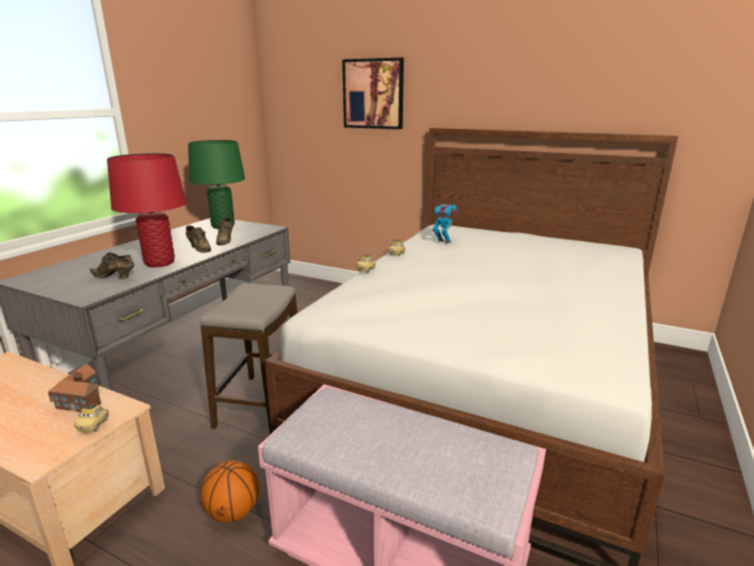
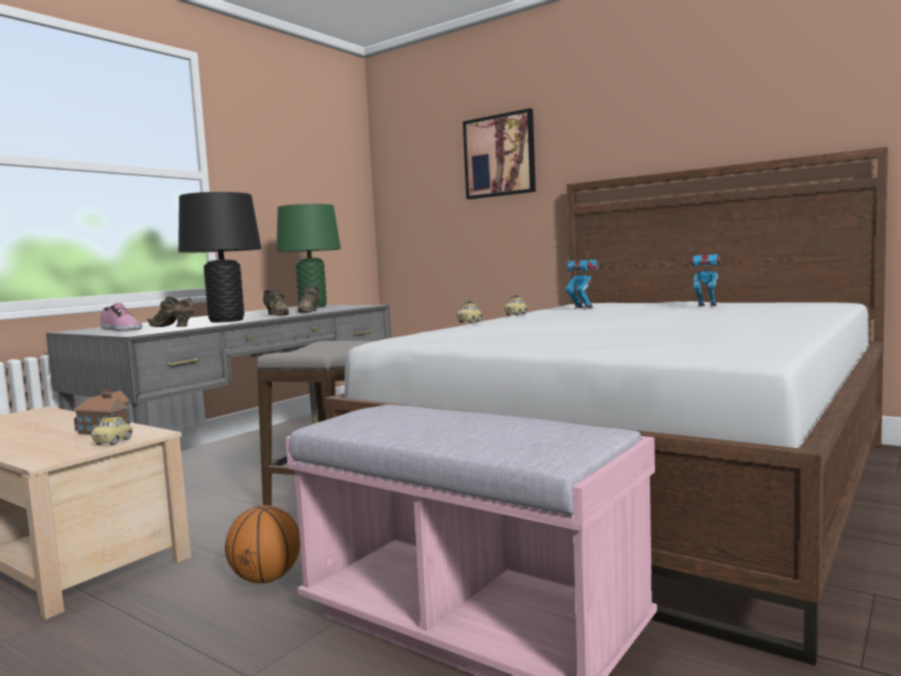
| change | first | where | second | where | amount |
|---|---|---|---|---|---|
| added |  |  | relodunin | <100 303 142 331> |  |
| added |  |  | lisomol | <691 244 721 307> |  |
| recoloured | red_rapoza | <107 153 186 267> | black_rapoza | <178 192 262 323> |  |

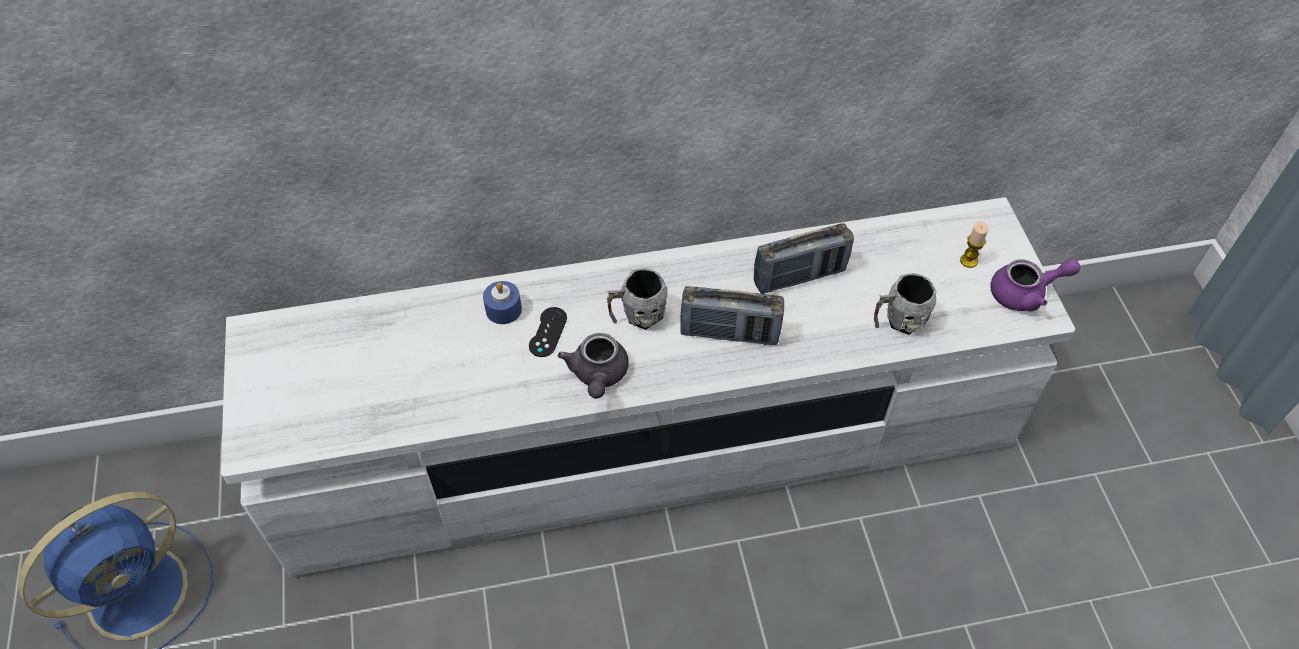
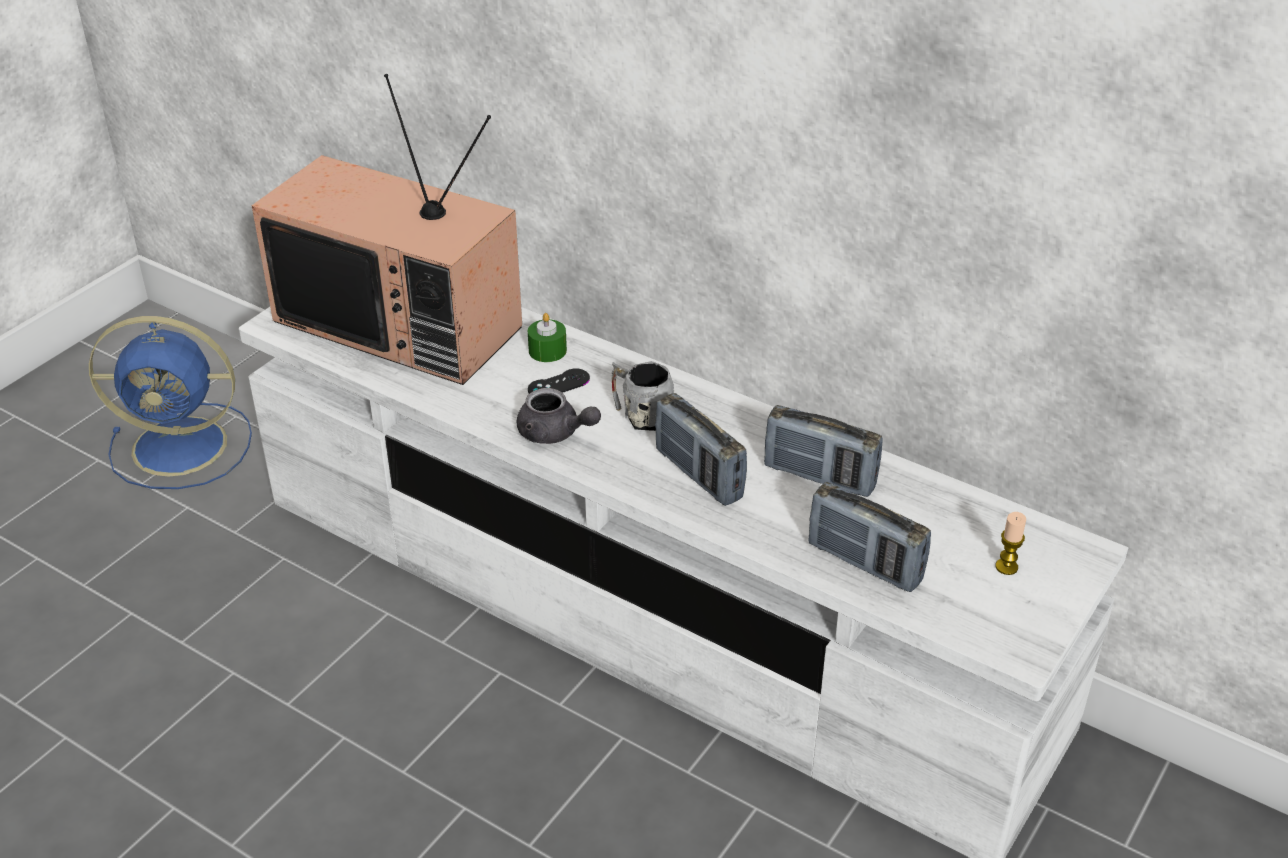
| change | first | where | second | where | amount |
|---|---|---|---|---|---|
| removed | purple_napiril | <990 258 1080 311> |  |  |  |
| added |  |  | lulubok | <251 74 522 385> |  |
| replaced | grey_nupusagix | <874 273 937 335> | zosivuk | <809 482 931 592> |  |
| recoloured | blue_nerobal | <483 281 522 324> | green_nerobal | <528 313 567 362> |  |
| turned | grey_napiril | <557 333 629 399> |  | <517 388 601 444> | 105 degrees counterclockwise |

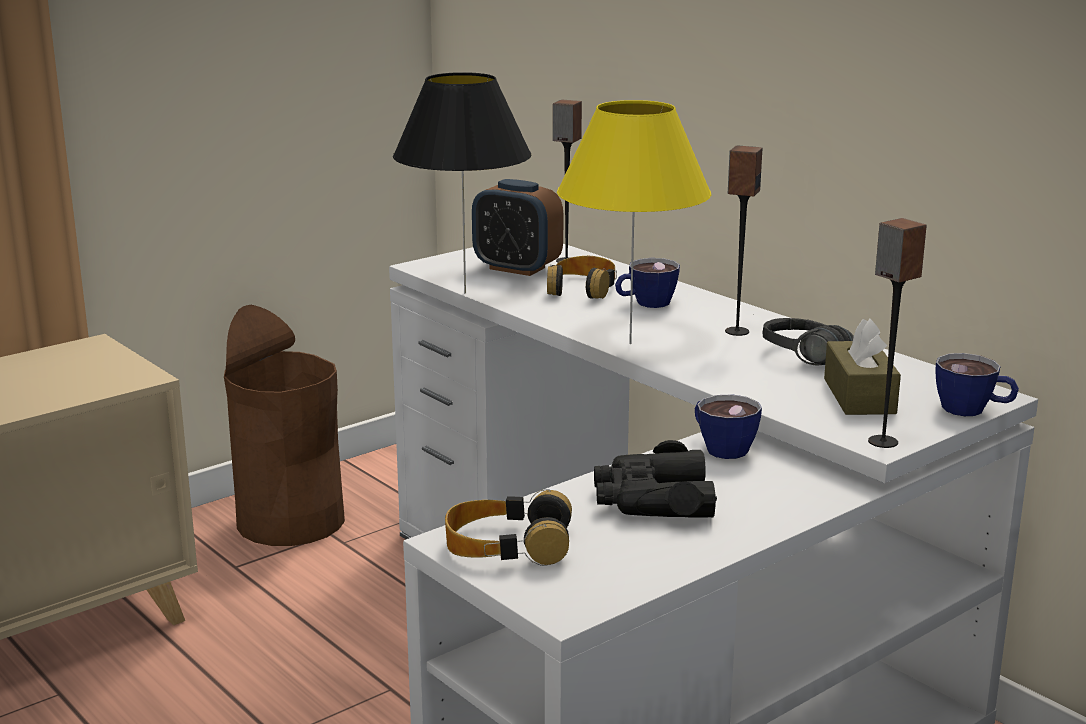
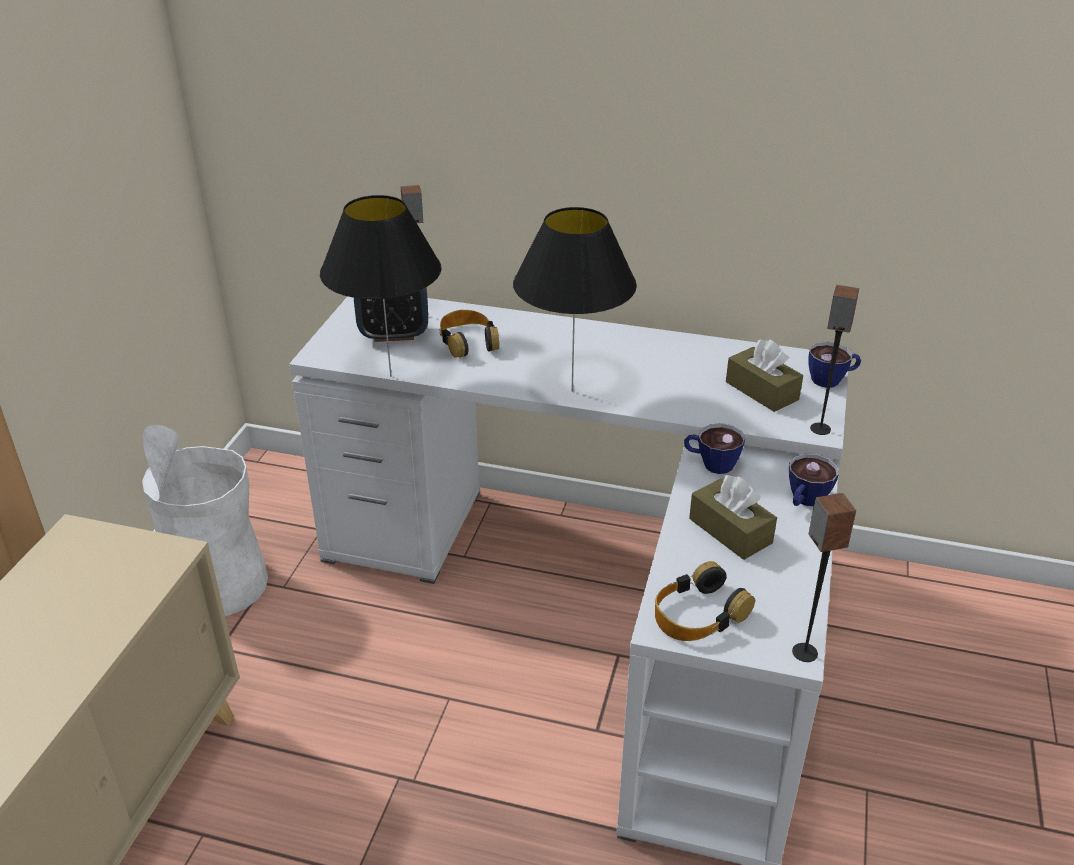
| change | first | where | second | where | amount |
|---|---|---|---|---|---|
| removed | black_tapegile | <763 318 854 365> |  |  |  |
| moved | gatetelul | <615 258 680 308> |  | <789 454 839 506> |  |
| moved | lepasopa | <725 145 762 336> |  | <792 493 856 662> |  |
| replaced | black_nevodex | <594 440 717 518> | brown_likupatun | <689 475 777 560> |  |
| recoloured | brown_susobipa | <224 305 345 546> | white_susobipa | <142 425 268 616> |  |
| recoloured | yellow_rapoza | <557 100 711 344> | black_rapoza | <513 207 637 392> |  |

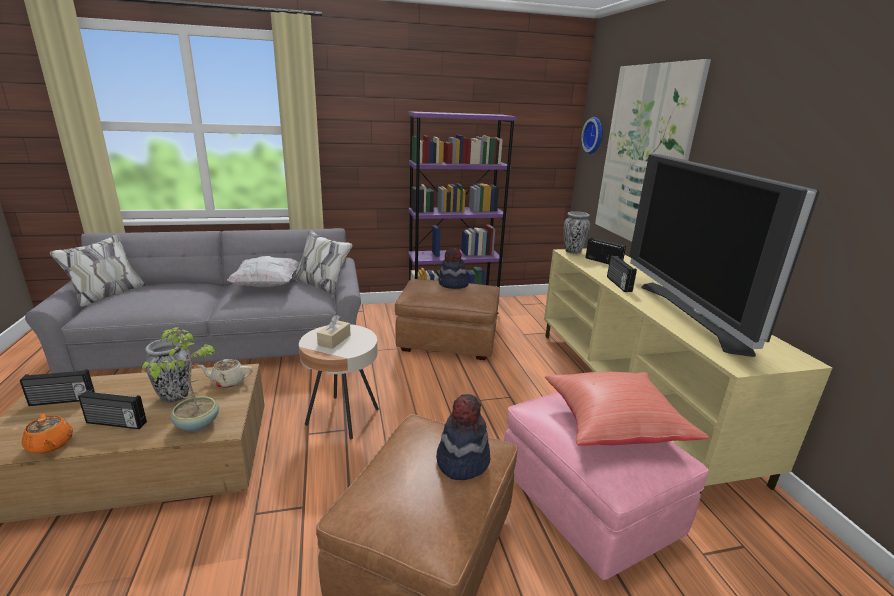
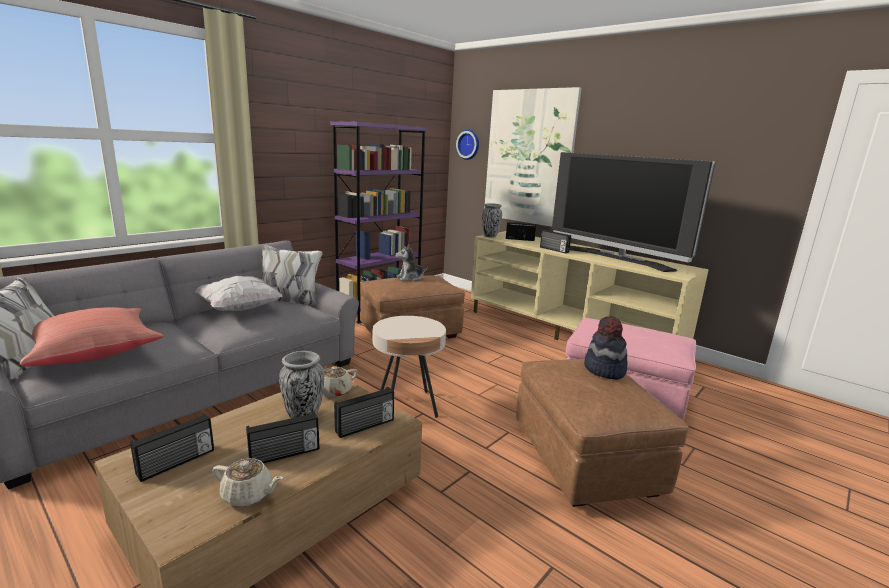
| change | first | where | second | where | amount |
|---|---|---|---|---|---|
| removed | beige_likupatun | <317 315 350 349> |  |  |  |
| moved | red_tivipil | <545 372 709 446> |  | <20 307 164 367> |  |
| replaced | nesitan | <141 327 219 432> | zosivuk | <334 387 394 438> |  |
| replaced | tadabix | <438 247 469 289> | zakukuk | <395 244 428 281> |  |
| recoloured | orange_napiril | <22 413 73 454> | beige_napiril | <213 458 283 507> |  |

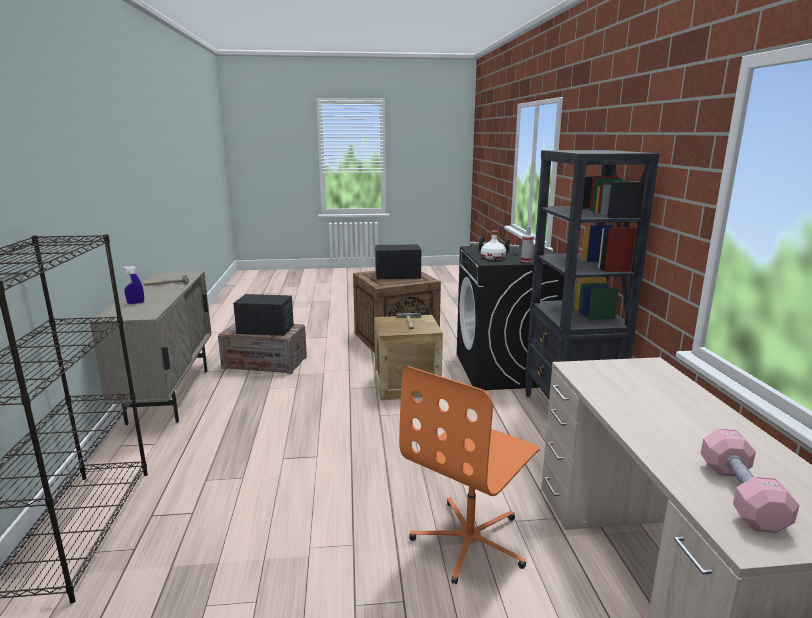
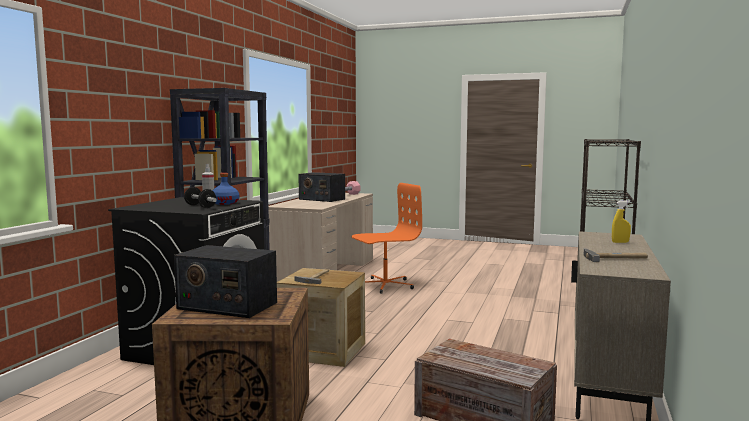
| change | first | where | second | where | amount |
|---|---|---|---|---|---|
| moved | zosivuk | <233 294 294 336> |  | <298 172 345 202> |  |
| recoloured | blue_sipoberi | <123 266 144 304> | yellow_sipoberi | <612 200 631 243> |  |
| recoloured | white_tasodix | <481 230 506 260> | blue_tasodix | <212 173 239 205> |  |

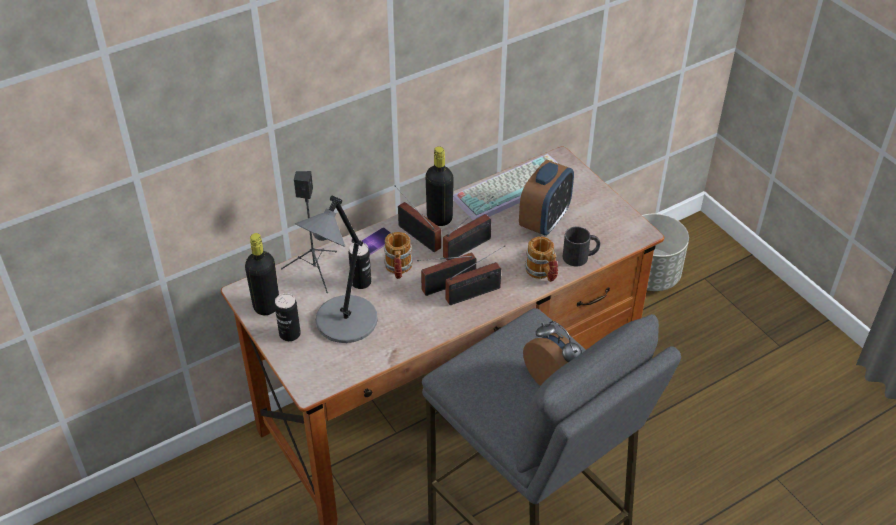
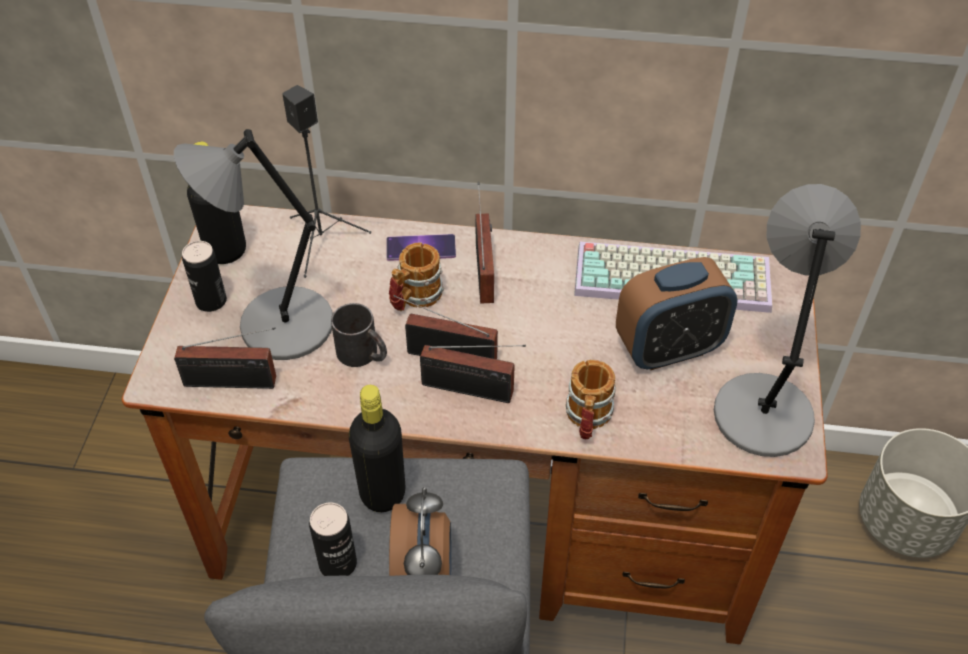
| change | first | where | second | where | amount |
|---|---|---|---|---|---|
| added |  |  | grey_rapoza | <714 184 861 457> |  |
| moved | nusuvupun | <348 243 371 289> |  | <309 502 357 576> |  |
| moved | black_tasodix | <425 147 454 226> |  | <349 385 406 512> |  |
| moved | zosivuk | <443 196 493 261> |  | <174 327 276 389> |  |
| moved | black_nupusagix | <563 227 600 266> |  | <331 303 387 367> |  |

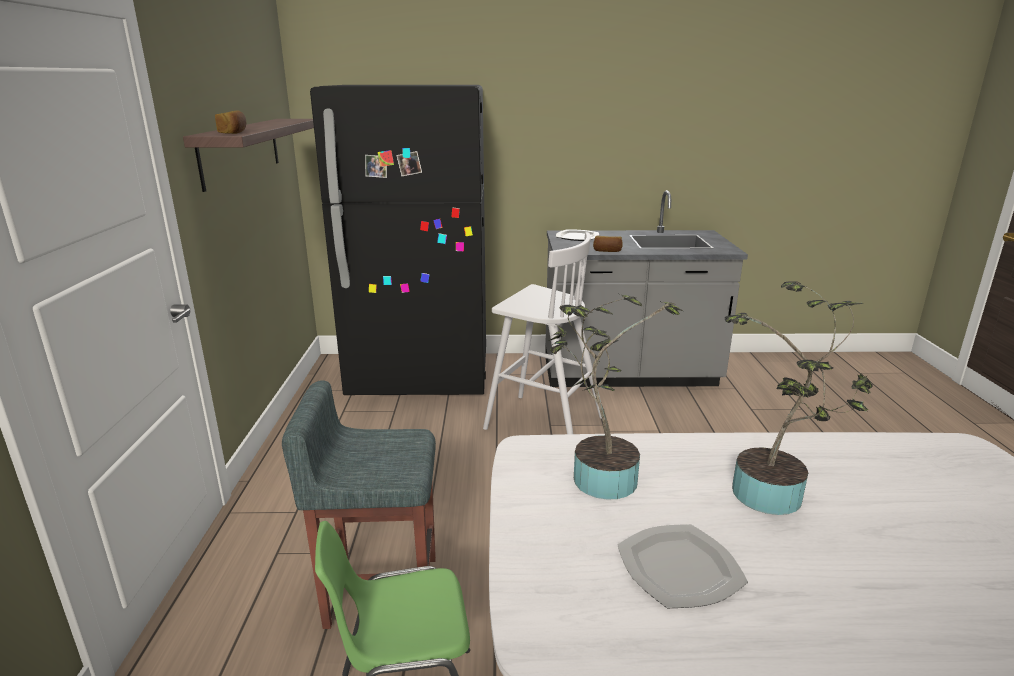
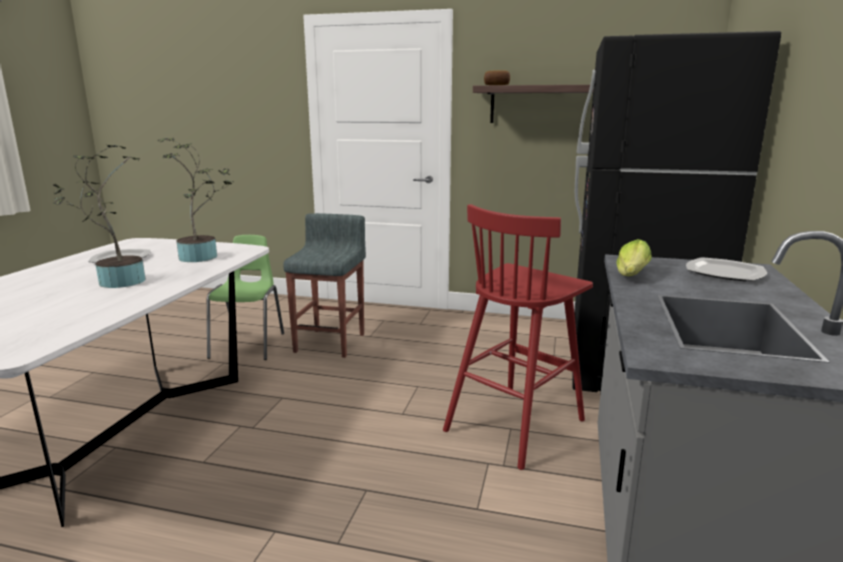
| change | first | where | second | where | amount |
|---|---|---|---|---|---|
| replaced | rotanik | <593 236 623 252> | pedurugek | <616 239 652 276> |  |
| recoloured | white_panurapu | <483 232 602 434> | red_panurapu | <443 204 593 470> |  |

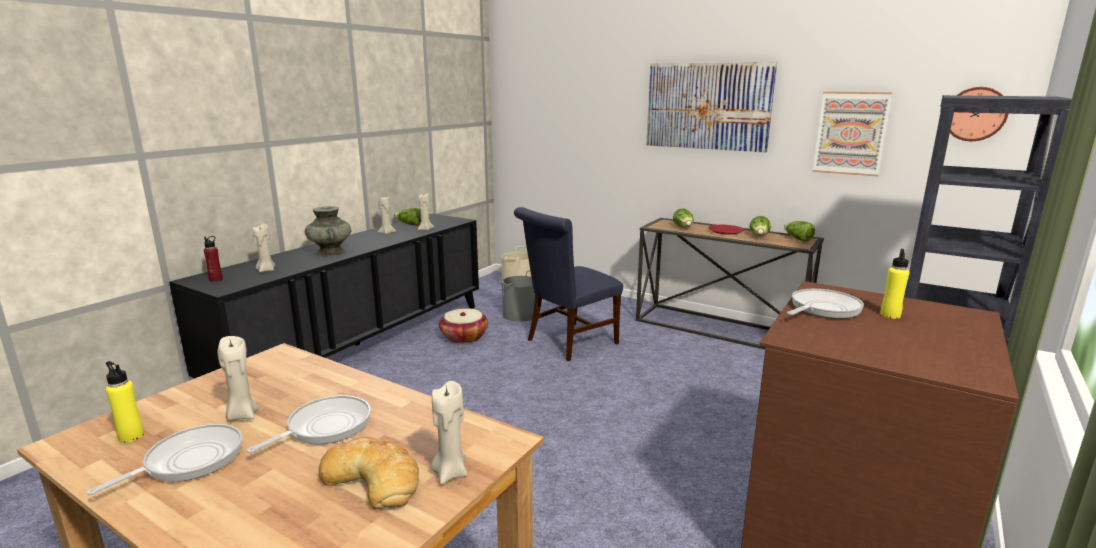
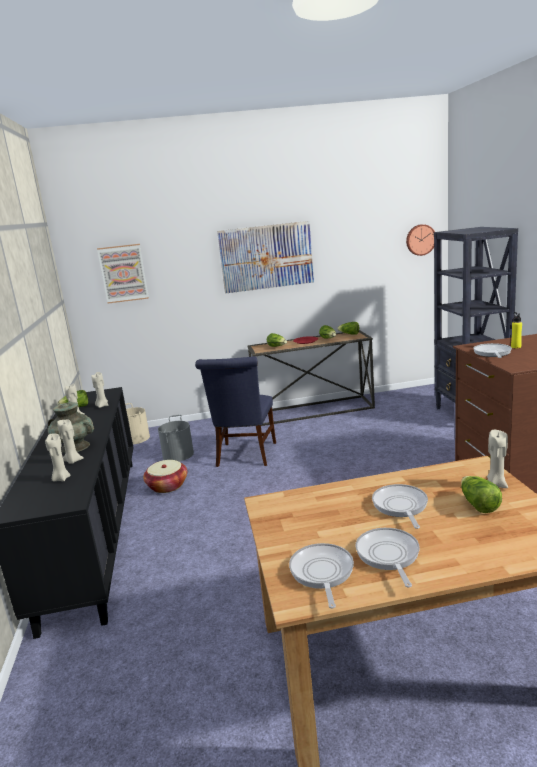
| change | first | where | second | where | amount |
|---|---|---|---|---|---|
| removed | red_tasodix | <204 236 223 282> |  |  |  |
| moved | beige_nerobal | <217 336 258 421> |  | <57 420 83 464> |  |
| moved | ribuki | <813 92 892 176> |  | <97 244 149 304> |  |
| replaced | yellow_tasodix | <106 361 144 443> | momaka | <289 543 354 609> |  |
| replaced | rotanik | <319 437 419 509> | pedurugek | <461 476 502 513> |  |

